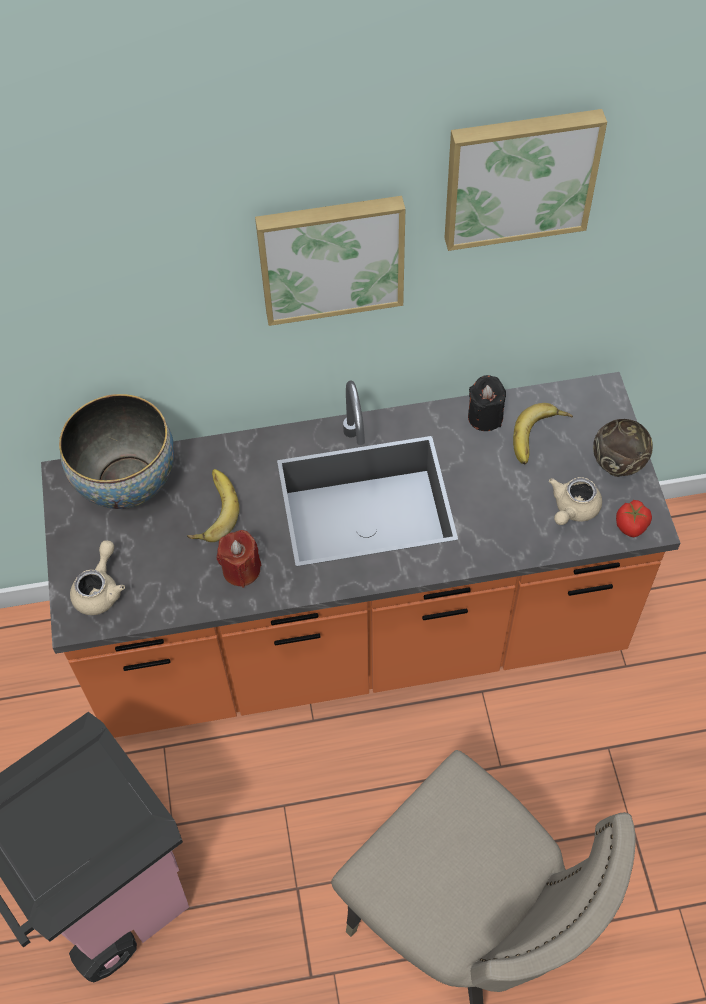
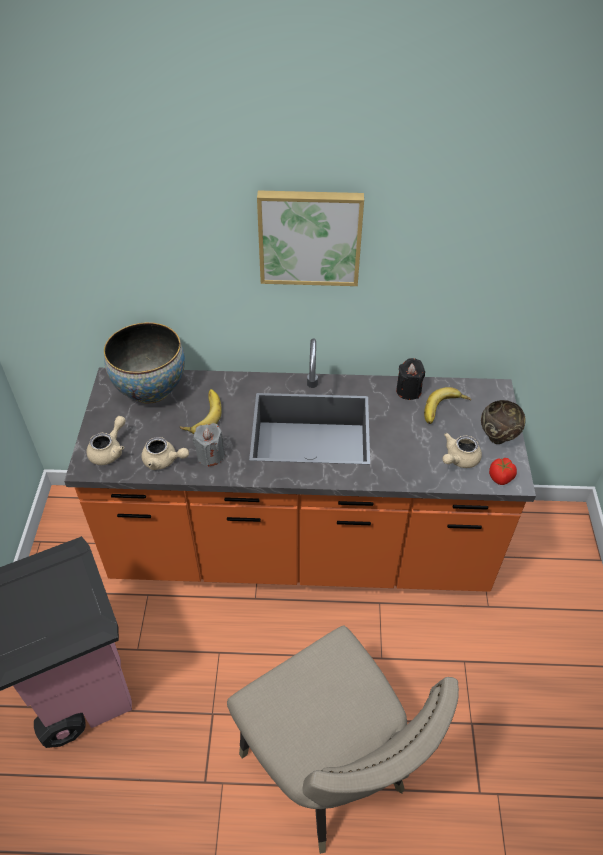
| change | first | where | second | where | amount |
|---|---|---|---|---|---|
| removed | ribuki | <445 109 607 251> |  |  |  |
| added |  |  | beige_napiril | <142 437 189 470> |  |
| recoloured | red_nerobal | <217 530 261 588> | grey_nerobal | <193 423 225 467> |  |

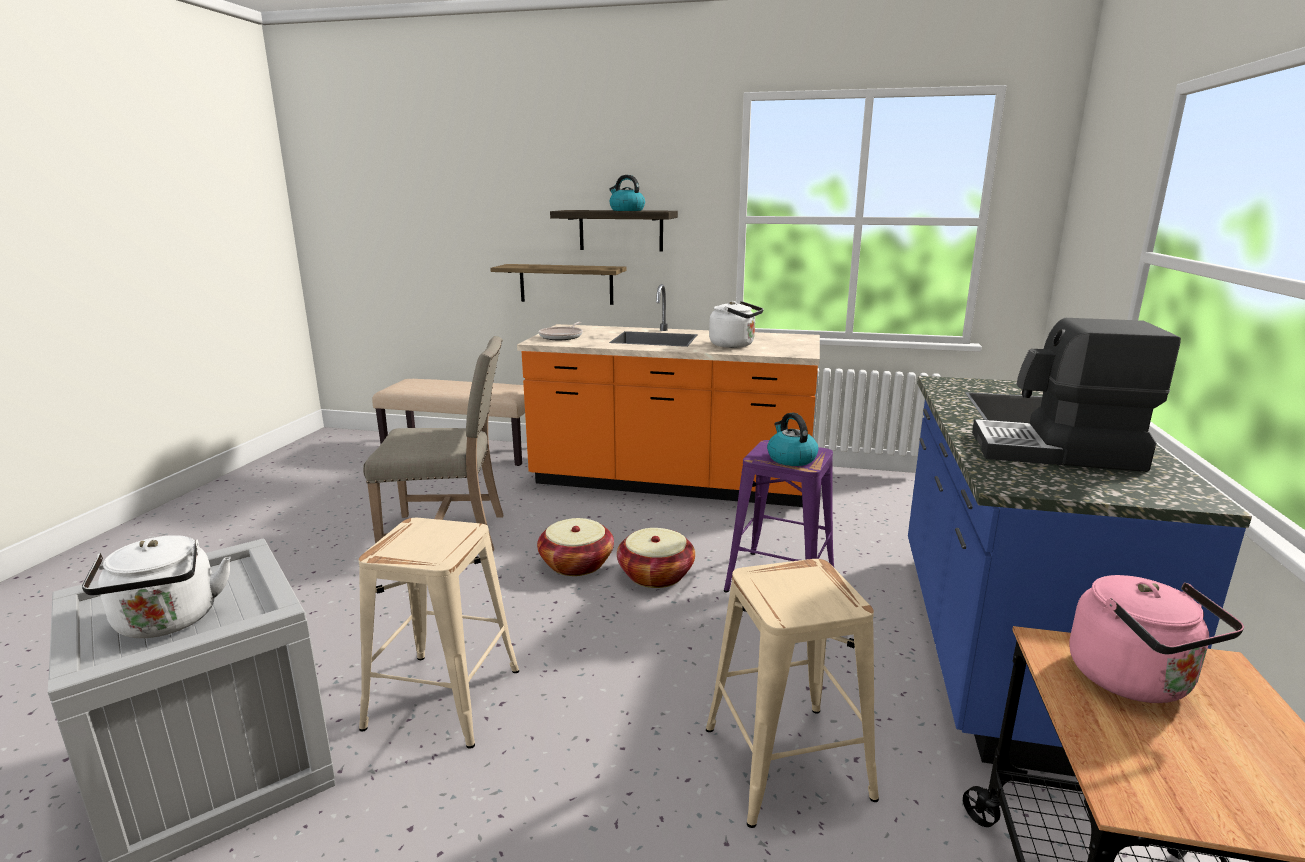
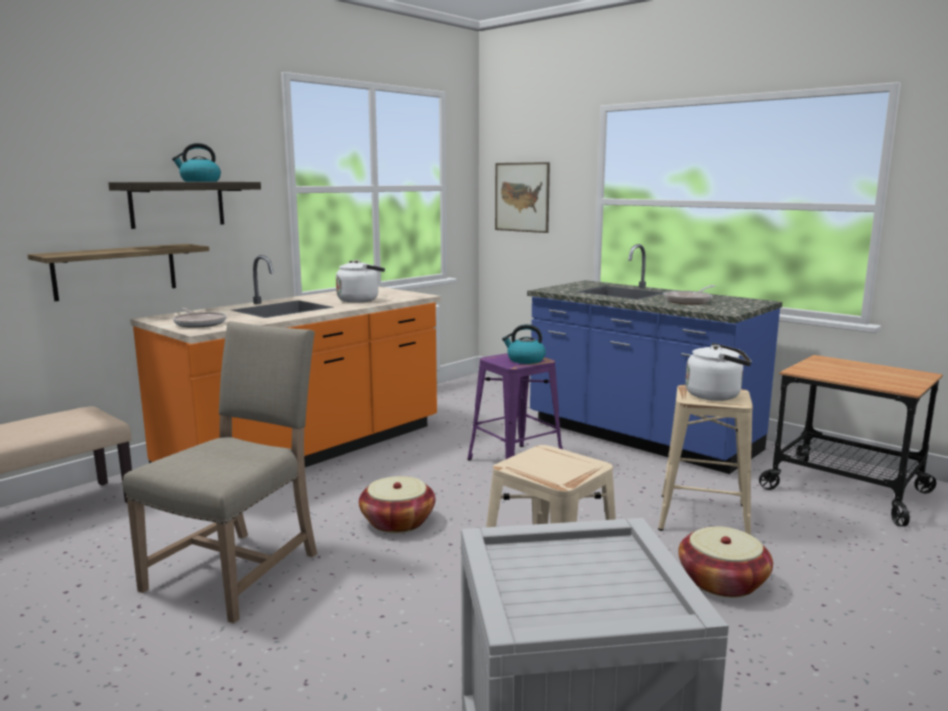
| change | first | where | second | where | amount |
|---|---|---|---|---|---|
| removed | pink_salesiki | <1069 575 1244 703> |  |  |  |
| added |  |  | ribuki | <495 162 550 233> |  |
| moved | white_salesiki | <82 535 231 638> |  | <685 343 752 401> |  |
| moved | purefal | <617 528 695 588> |  | <678 526 773 597> |  |
| replaced | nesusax | <972 318 1181 472> | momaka | <663 285 716 305> |  |

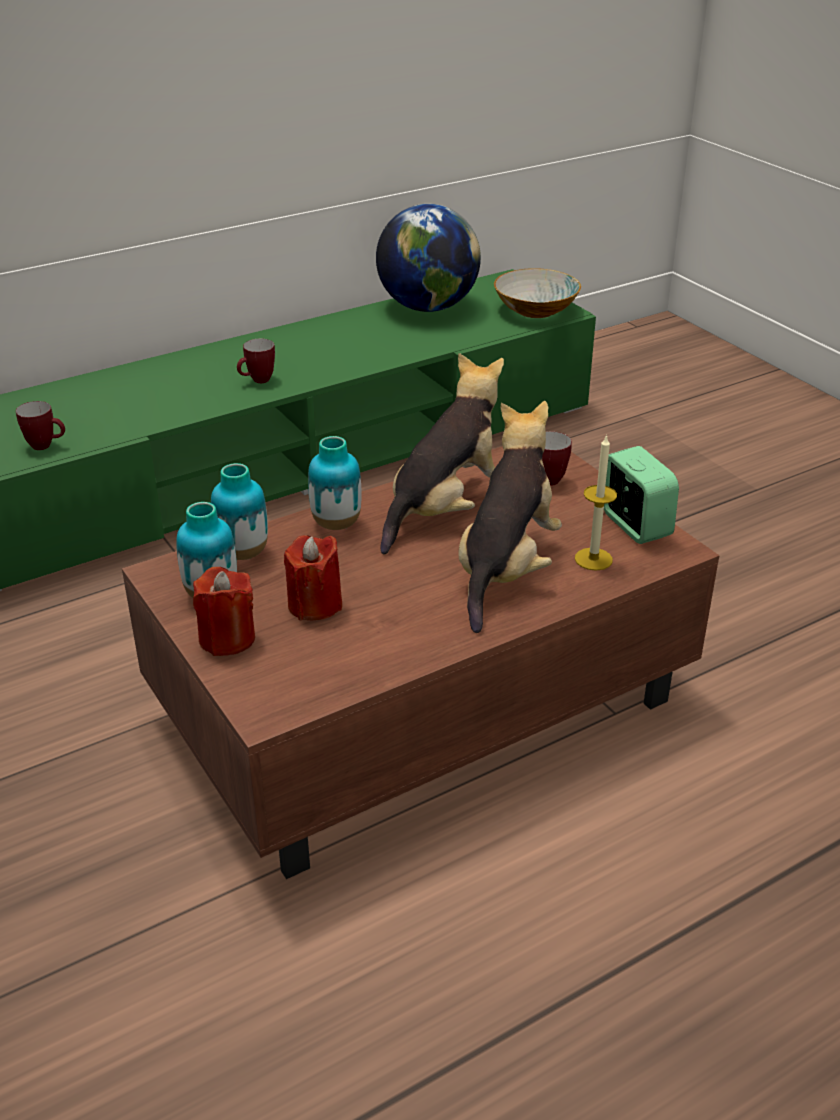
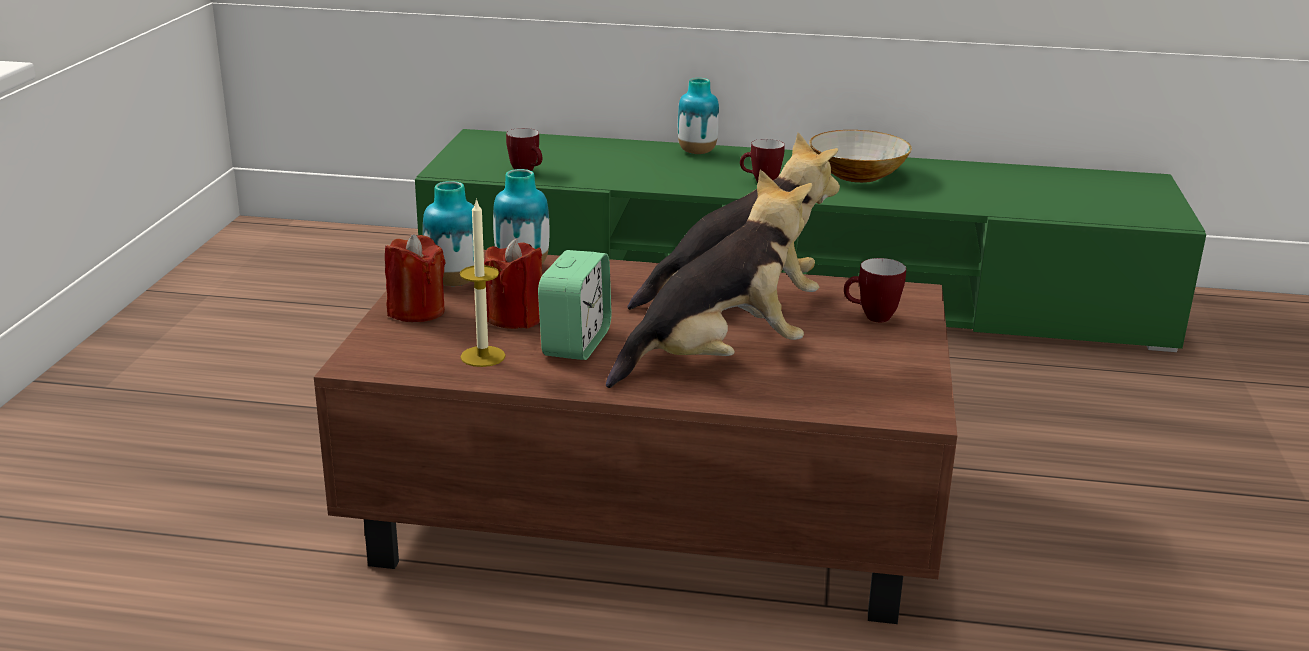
| change | first | where | second | where | amount |
|---|---|---|---|---|---|
| removed | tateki | <376 204 481 312> |  |  |  |
| moved | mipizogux | <308 436 362 530> |  | <678 78 719 154> |  |
| moved | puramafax | <494 268 581 318> |  | <809 130 912 183> |  |
| moved | nerobal | <575 434 617 571> |  | <460 198 506 367> |  |
| moved | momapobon | <604 446 679 544> |  | <538 250 612 360> |  |

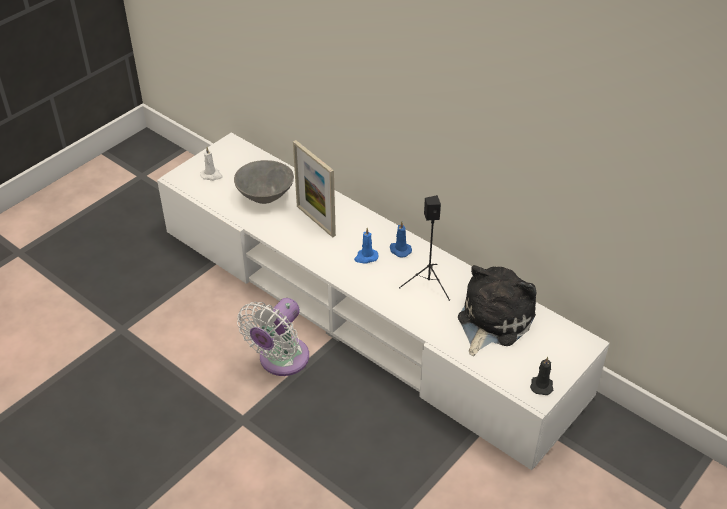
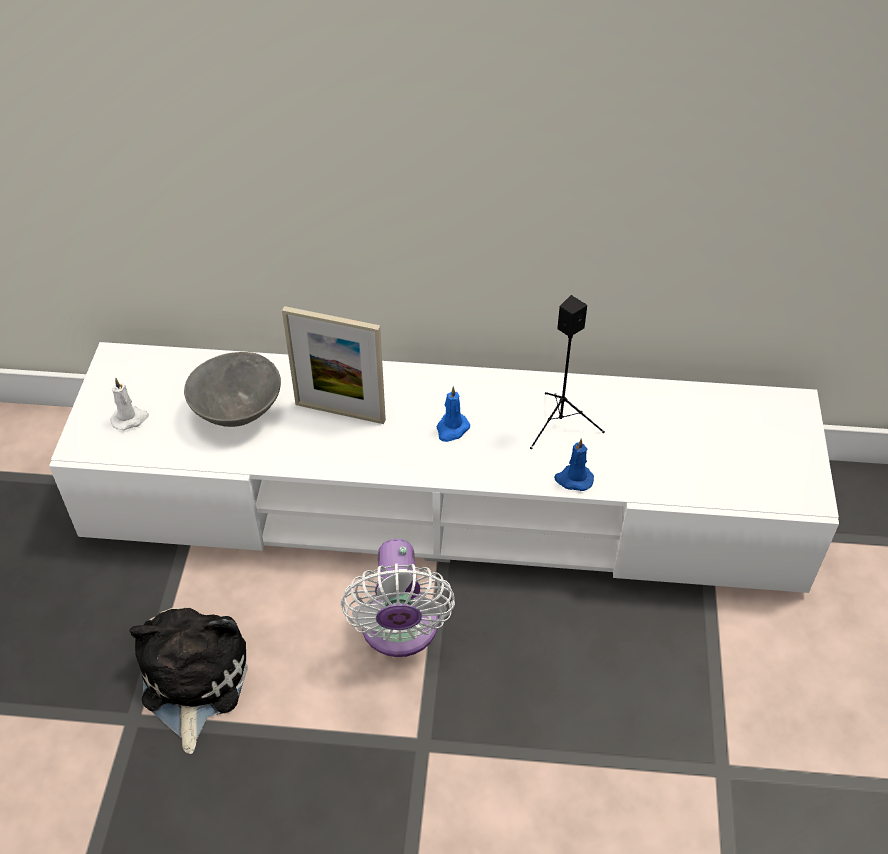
| change | first | where | second | where | amount |
|---|---|---|---|---|---|
| removed | black_nerobal | <530 357 553 395> |  |  |  |
| moved | blue_nerobal | <390 221 412 257> |  | <554 438 594 491> |  |
| moved | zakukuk | <458 265 536 356> |  | <129 607 248 754> |  |

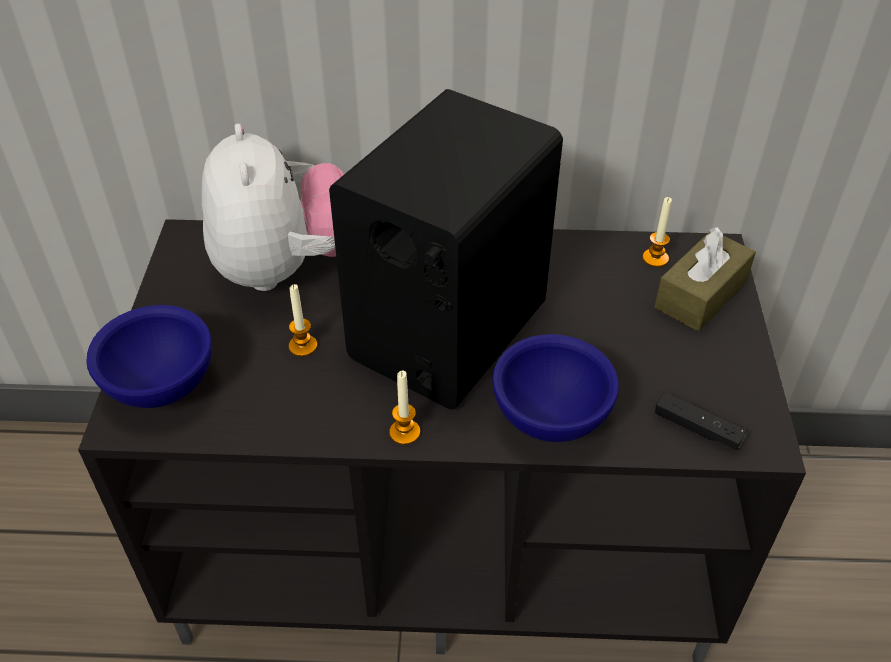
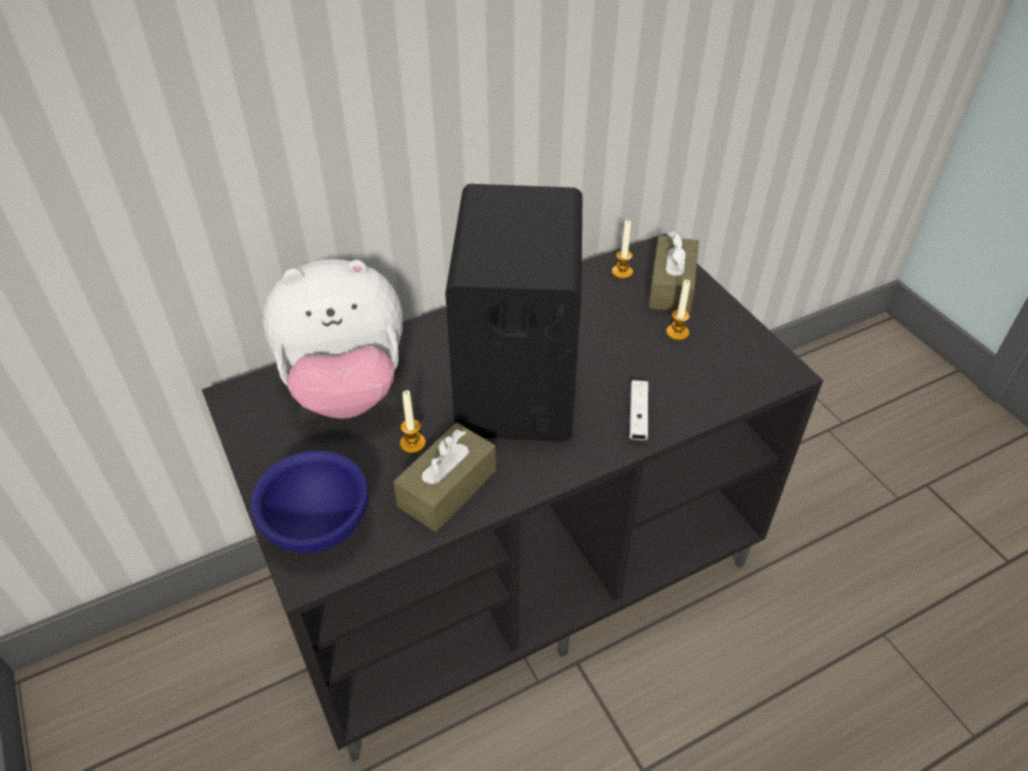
| change | first | where | second | where | amount |
|---|---|---|---|---|---|
| removed | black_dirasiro | <655 392 747 450> |  |  |  |
| added |  |  | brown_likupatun | <394 423 496 532> |  |
| moved | nerobal | <389 371 420 445> |  | <666 280 690 341> |  |
| replaced | blue_puramafax | <492 334 619 442> | white_dirasiro | <629 380 648 440> |  |
| turned | zakukuk | <202 124 344 291> |  | <263 259 403 419> | 120 degrees clockwise |

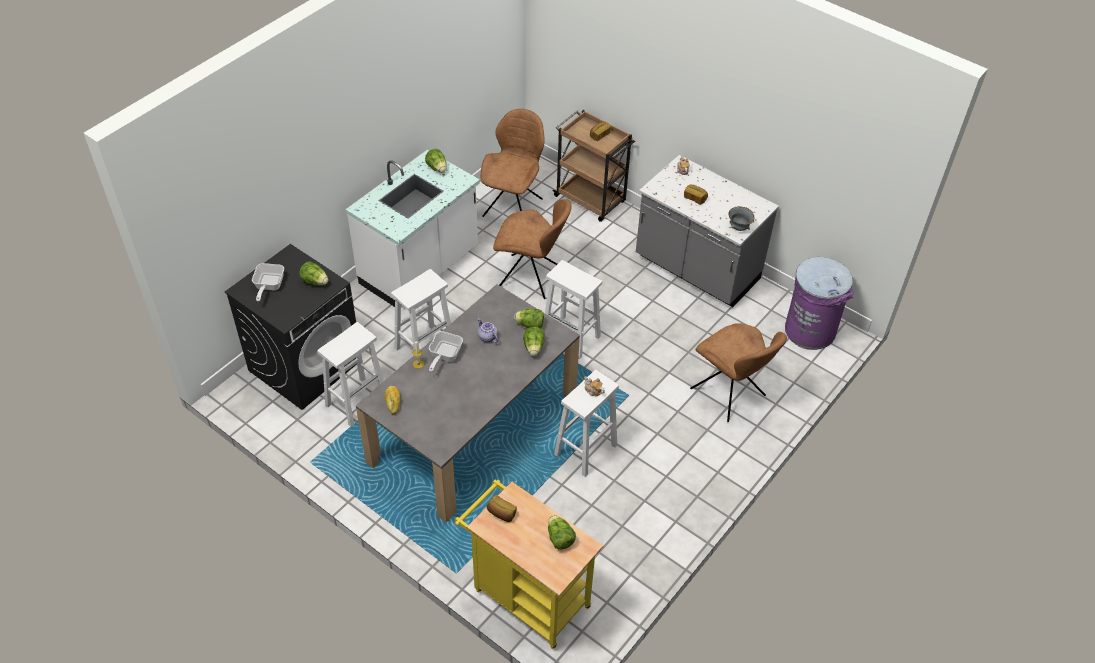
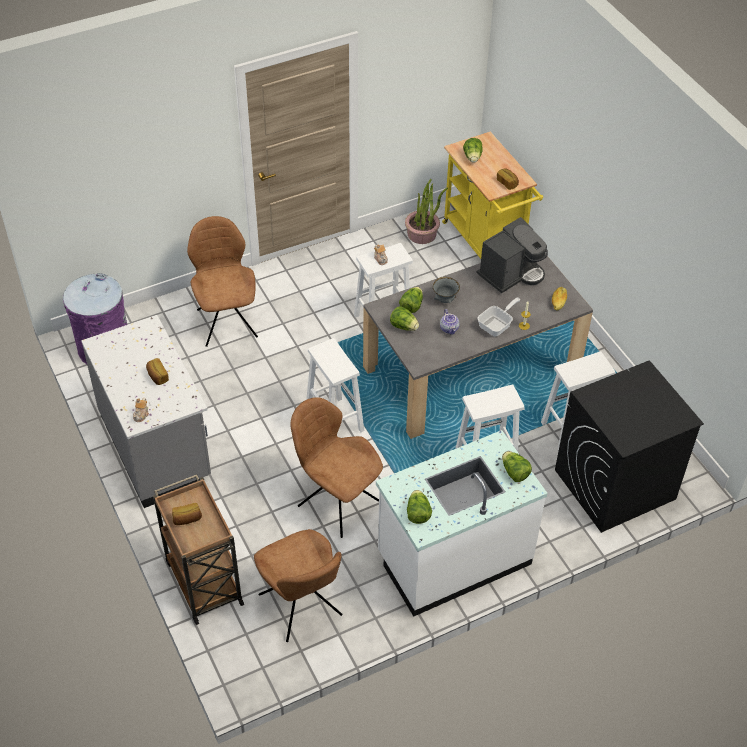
| change | first | where | second | where | amount |
|---|---|---|---|---|---|
| removed | momaka | <252 263 284 302> |  |  |  |
| added |  |  | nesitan | <405 179 448 244> |  |
| added |  |  | nesusax | <477 217 548 293> |  |
| moved | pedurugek | <299 261 328 285> |  | <502 451 532 482> |  |
| moved | grey_puramafax | <728 206 754 231> |  | <433 277 460 304> |  |
| turned | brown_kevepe | <481 109 545 217> |  | <254 529 343 642> | 75 degrees counterclockwise |

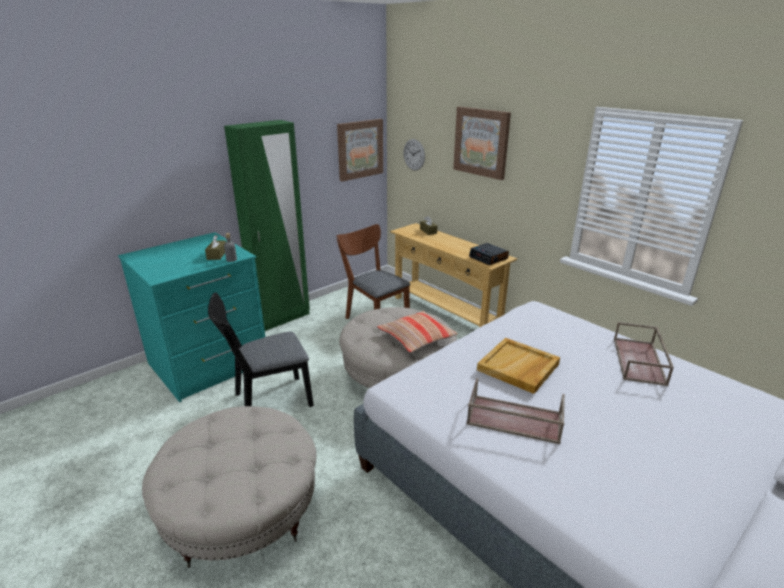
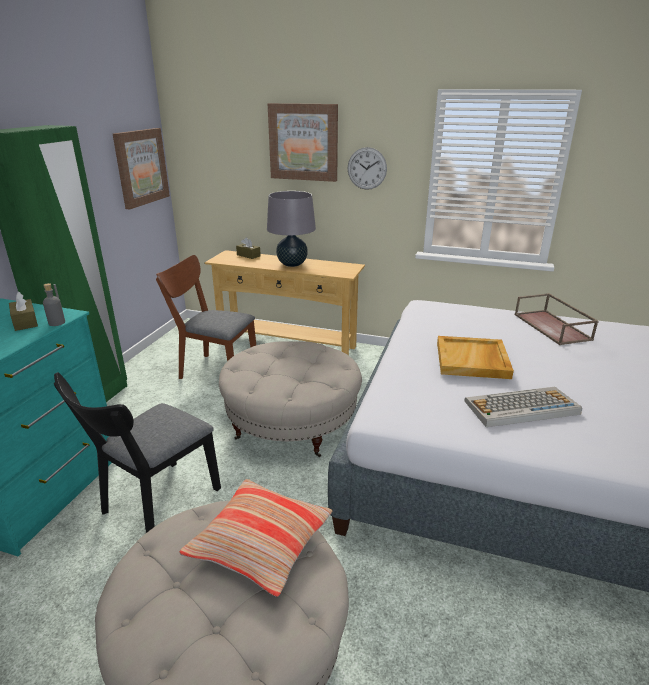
| change | first | where | second | where | amount |
|---|---|---|---|---|---|
| removed | momapobon | <469 243 509 265> |  |  |  |
| added |  |  | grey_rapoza | <267 191 316 267> |  |
| moved | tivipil | <377 311 458 352> |  | <179 479 332 597> |  |
| moved | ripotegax | <403 139 425 171> |  | <348 147 387 190> |  |
| replaced | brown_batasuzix | <466 378 565 444> | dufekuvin | <465 387 582 427> |  |

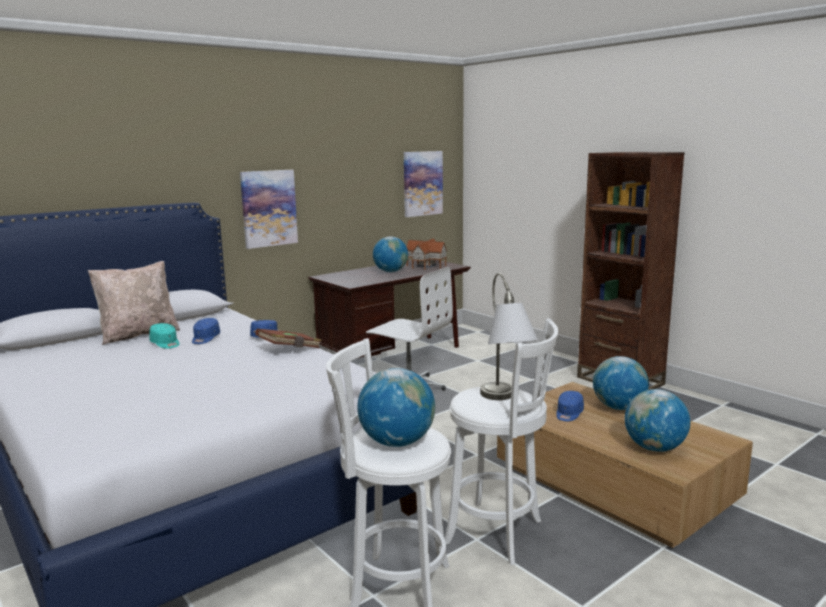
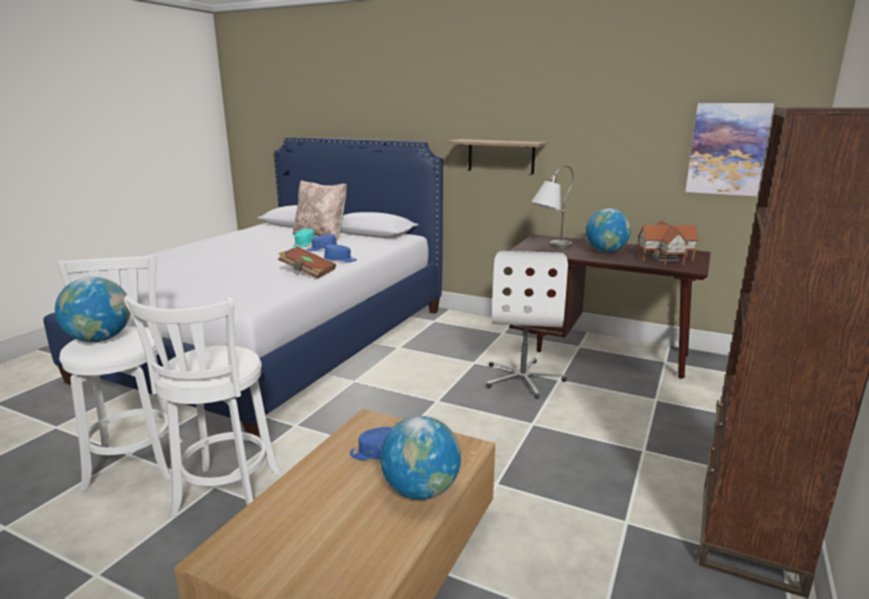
| change | first | where | second | where | amount |
|---|---|---|---|---|---|
| removed | tateki | <625 389 690 452> |  |  |  |
| moved | grey_rapoza | <480 273 538 400> |  | <531 165 574 249> |  |
| replaced | ribuki | <240 170 298 249> | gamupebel | <447 139 547 174> |  |

